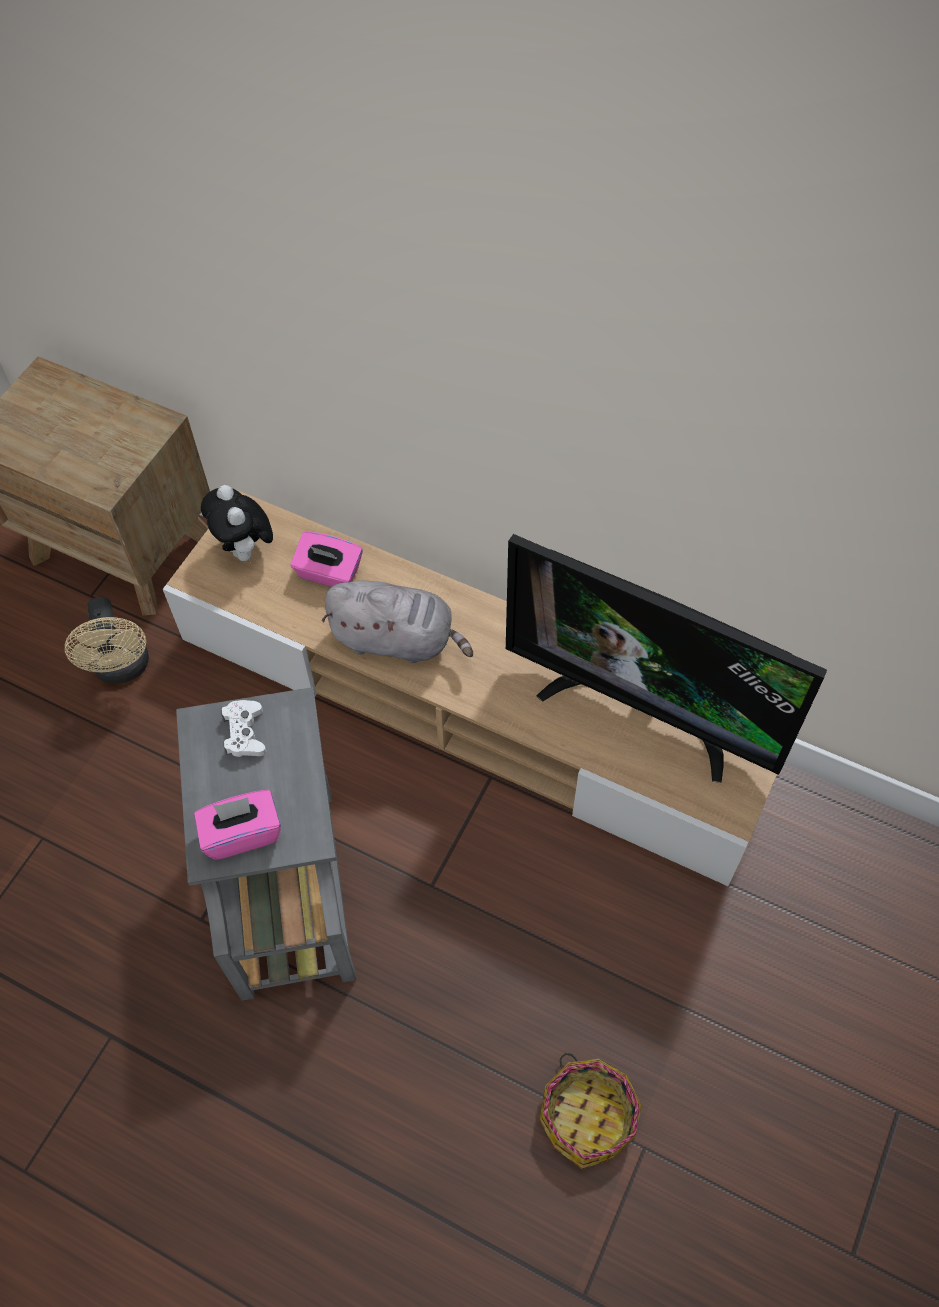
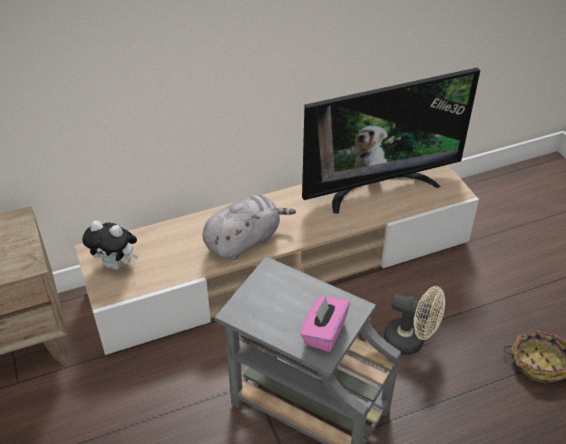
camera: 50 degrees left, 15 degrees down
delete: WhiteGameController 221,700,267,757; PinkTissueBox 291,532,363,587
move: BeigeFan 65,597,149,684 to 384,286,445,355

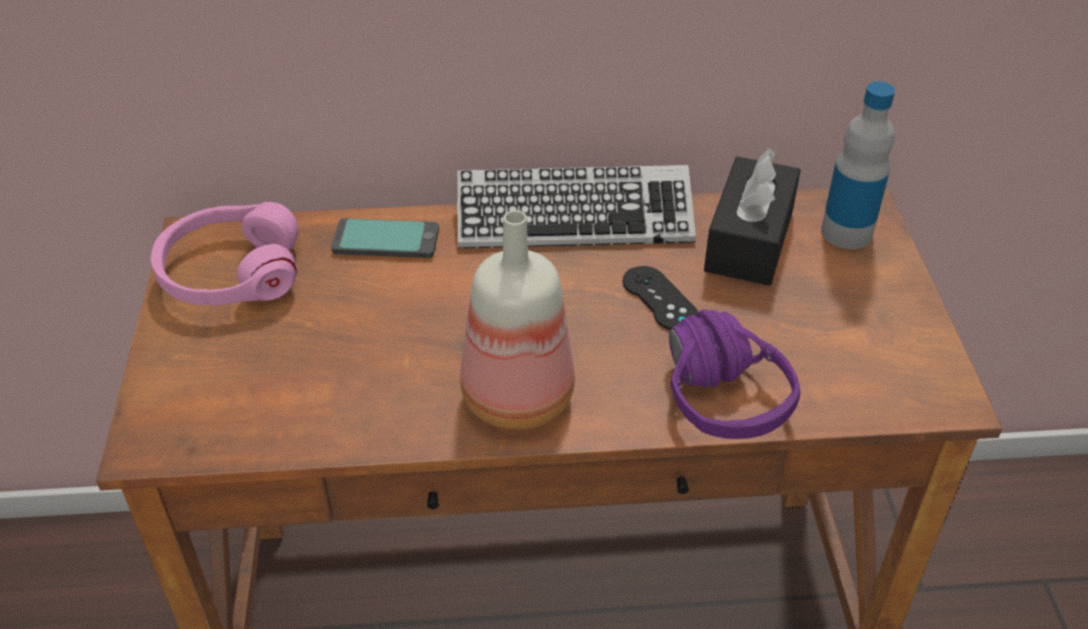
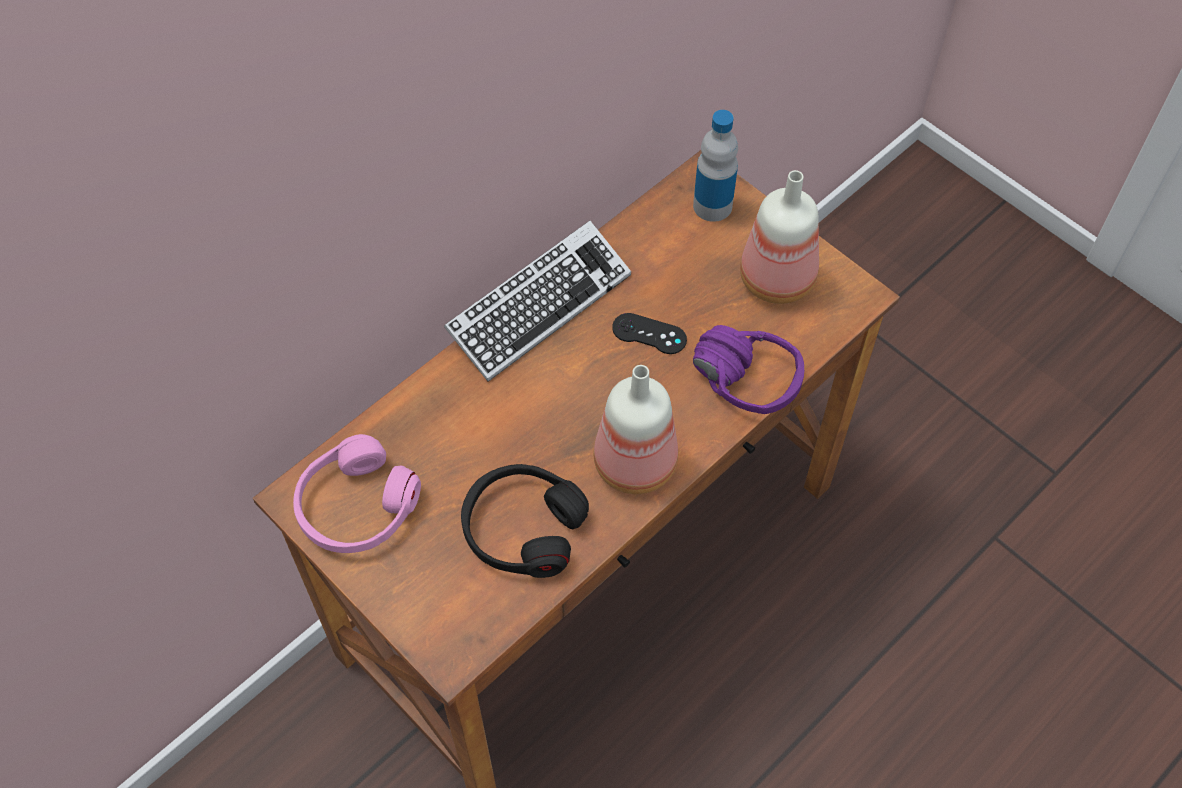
camera: 40 degrees left, 15 degrees up
delete: Phone 331,218,439,258; BlackTissueBox 704,148,801,286
insert: BlackHeadphones 461,464,589,578; Bottle 740,170,819,304

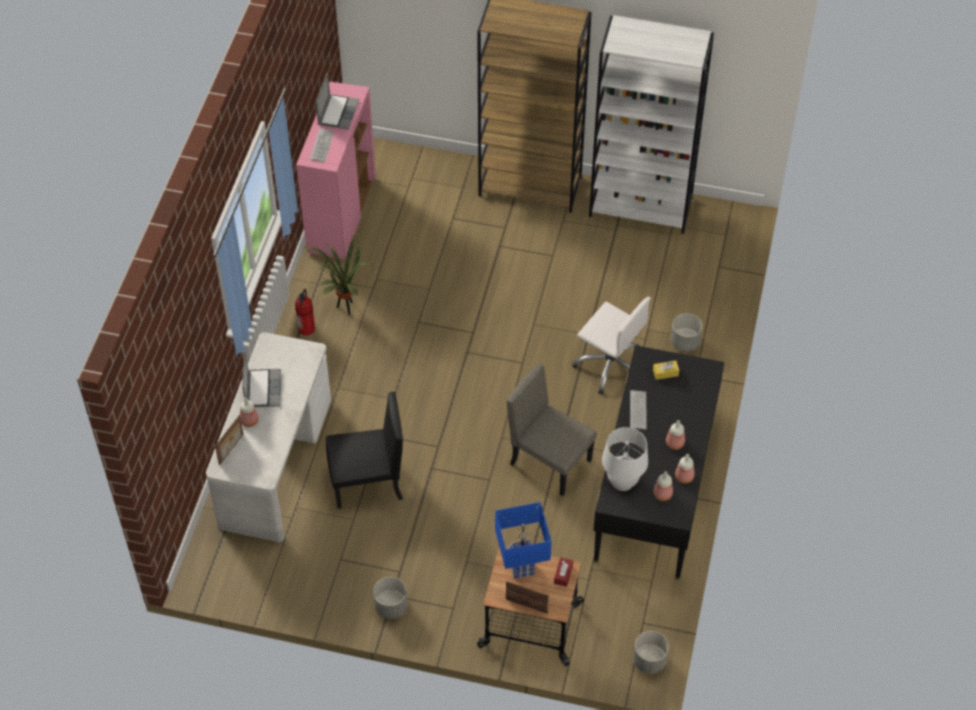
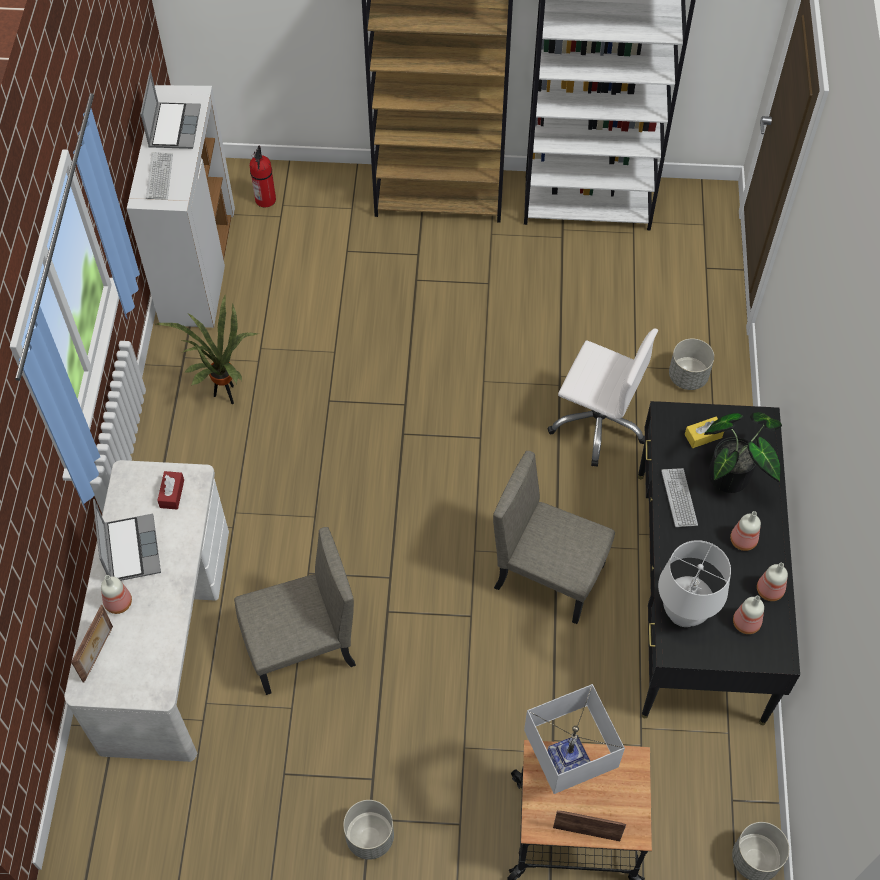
camera: 10 degrees left, 5 degrees up
insert: PottedPlant 704,412,782,493
move: RedTissueBox 554,557,573,587 to 157,471,184,510; FireExtinguisher 295,289,315,335 to 250,145,276,207
recolor: PinkCabinet 296,82,376,259 to WhiteCabinet 127,85,235,328; BlackChair 326,392,403,509 to BeigeChair 234,527,356,695; BlueTableLamp 495,502,552,579 to WhiteTableLamp 524,684,625,794

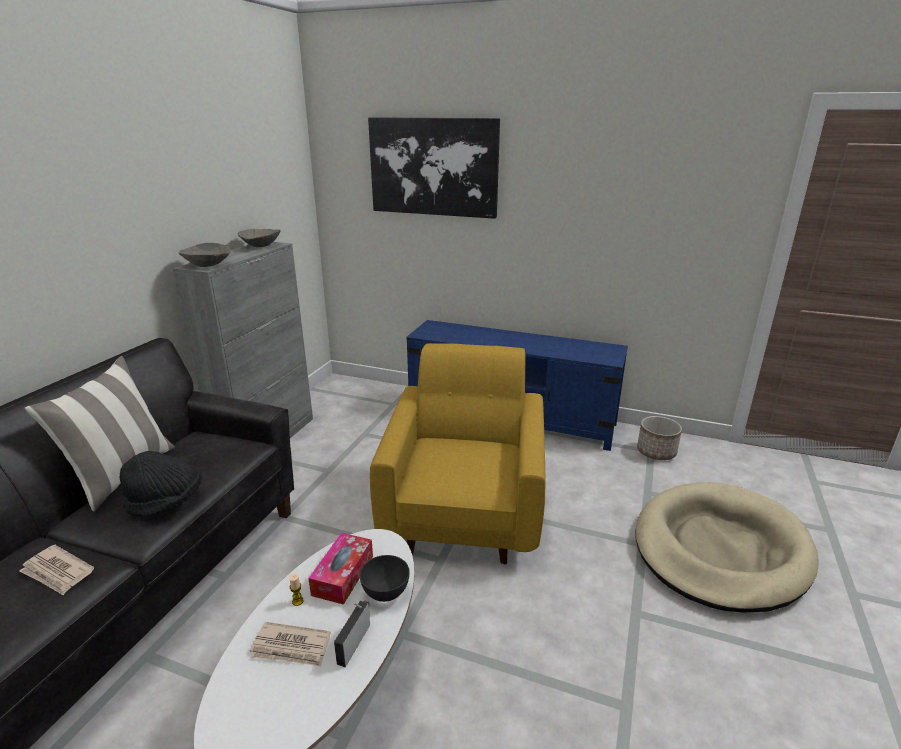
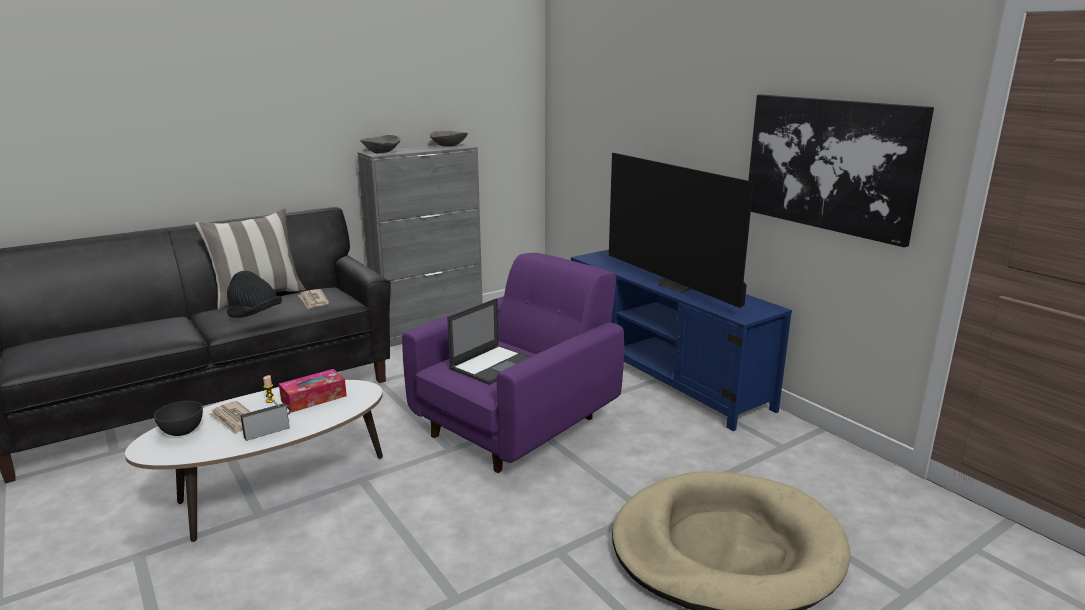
camera: 35 degrees right, 5 degrees down
delete: Planter 637,416,682,460
insert: Laptop 447,298,530,385; Television 609,153,754,308
move: GreyBowl 360,555,410,602 to 154,401,203,436; Newspaper 19,545,94,595 to 298,289,329,309; Picture 368,117,500,219 to 748,94,934,247
recolor: YellowArmchair 370,343,545,564 to PurpleArmchair 402,253,624,473

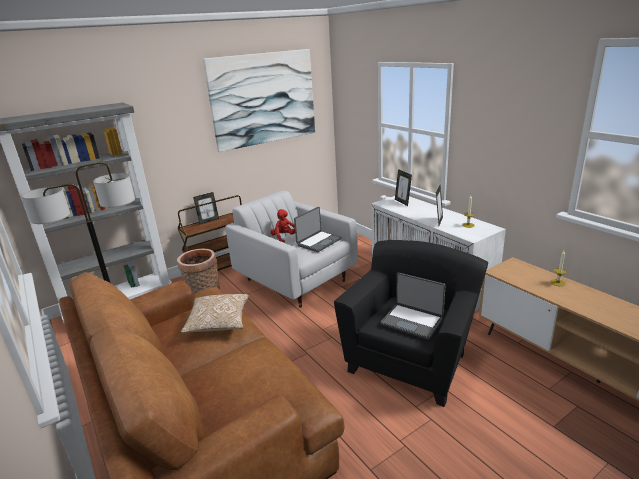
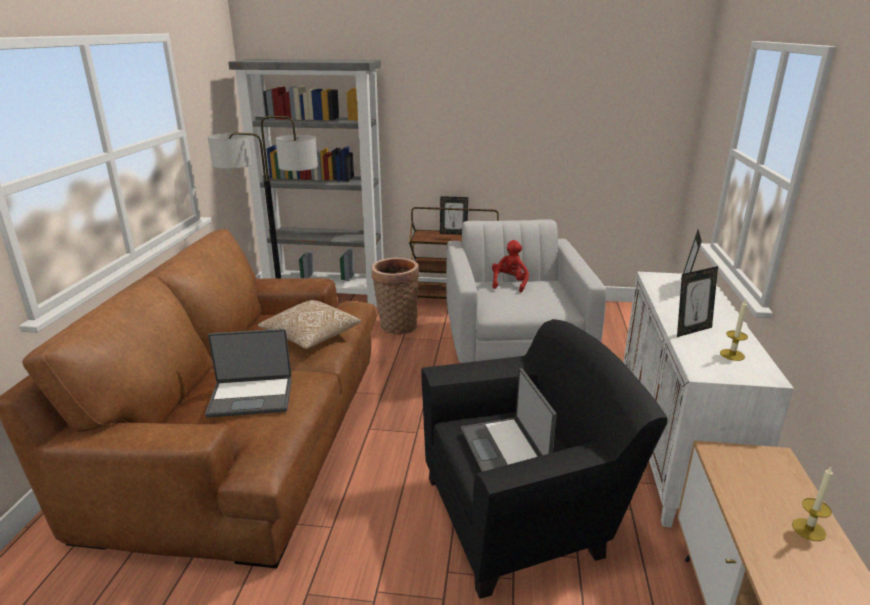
camera: 40 degrees right, 0 degrees up
delete: Picture 203,49,315,152
move: Laptop 294,207,342,252 to 205,329,292,418

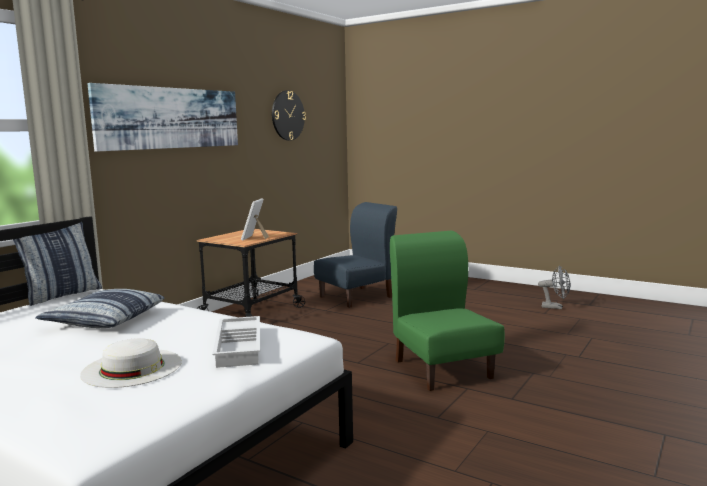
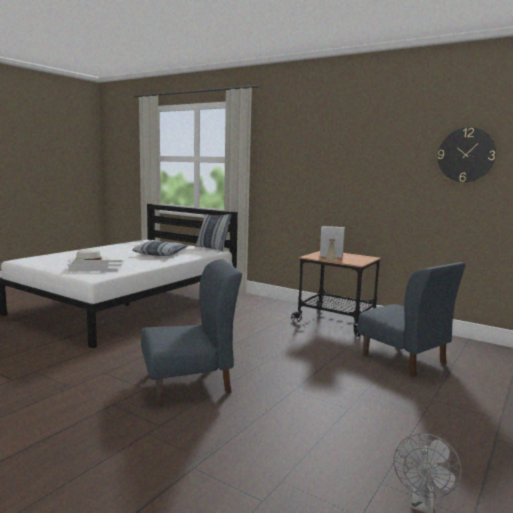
camera: 90 degrees right, 0 degrees up
delete: Picture 87,83,238,152
recolor: GreenChair 390,230,505,391 to BlueChair 141,259,242,403

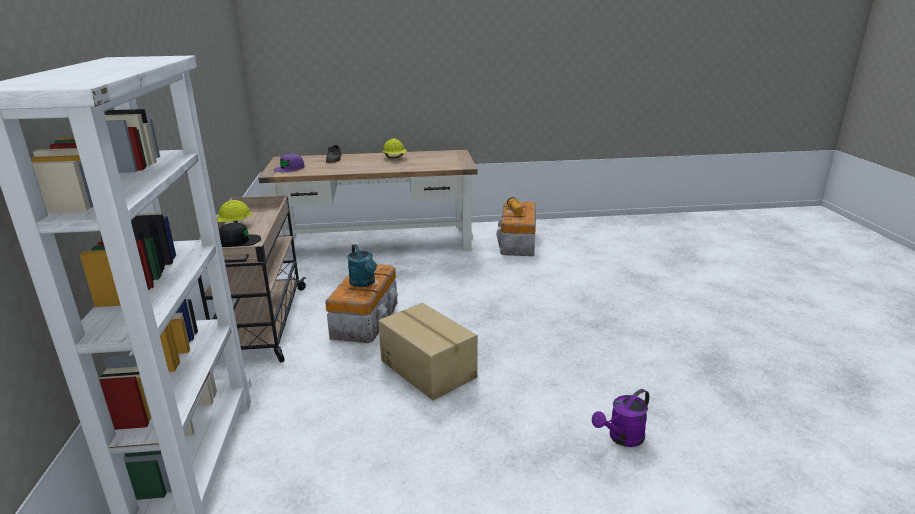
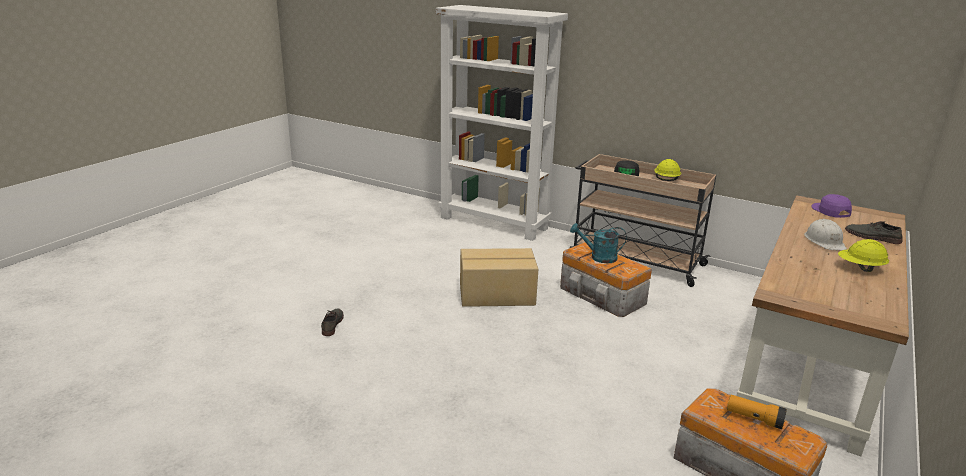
camera: 125 degrees right, 0 degrees up
insert: WhiteHardHat 804,219,847,250
replace: PurpleWateringCan 592,389,649,447 to GreyShoe 321,308,344,336

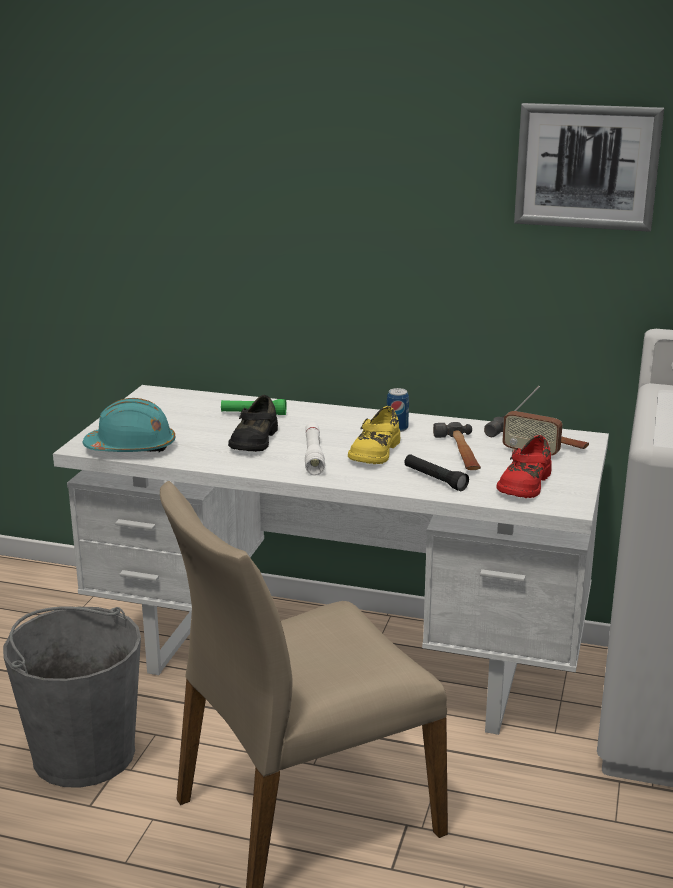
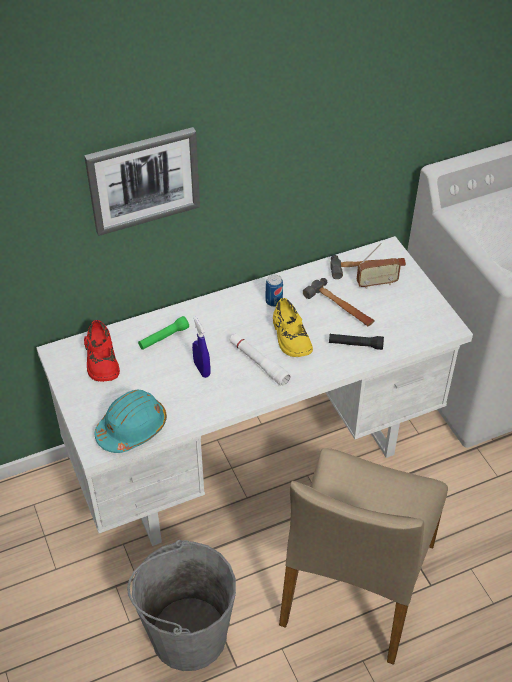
camera: 40 degrees left, 25 degrees up
move: Picture 514,103,664,232 to 84,127,200,236; RedShoe 496,435,552,498 to 84,320,120,382
replace: BlackShoe 228,395,278,452 to BlueSprayBottle 192,317,211,378

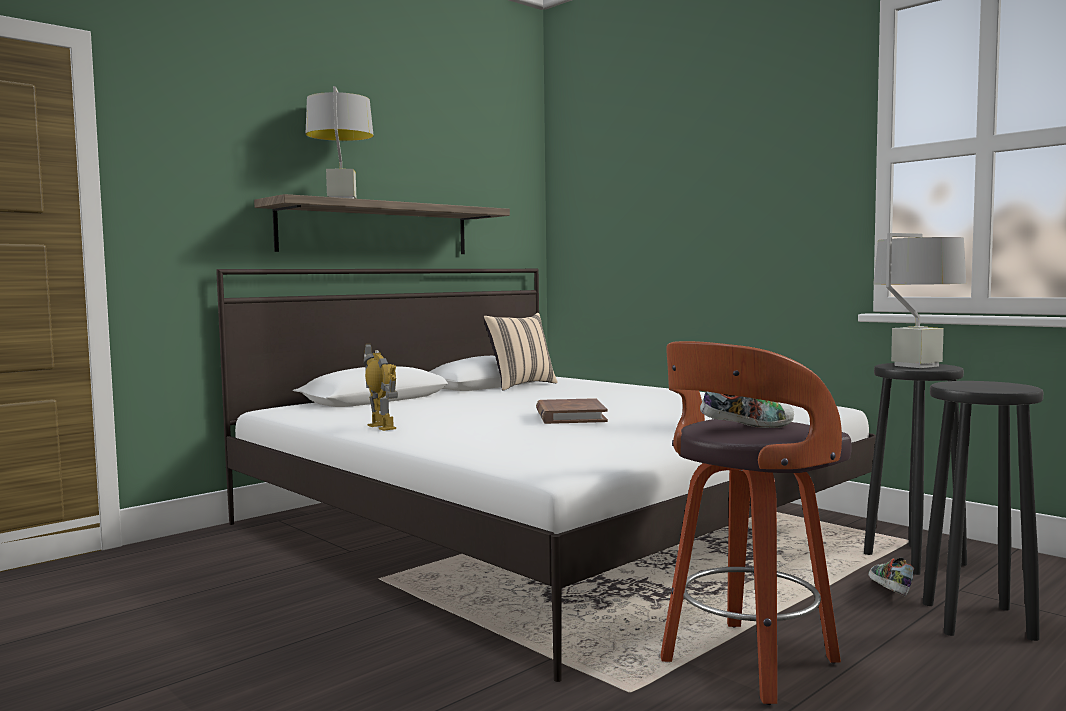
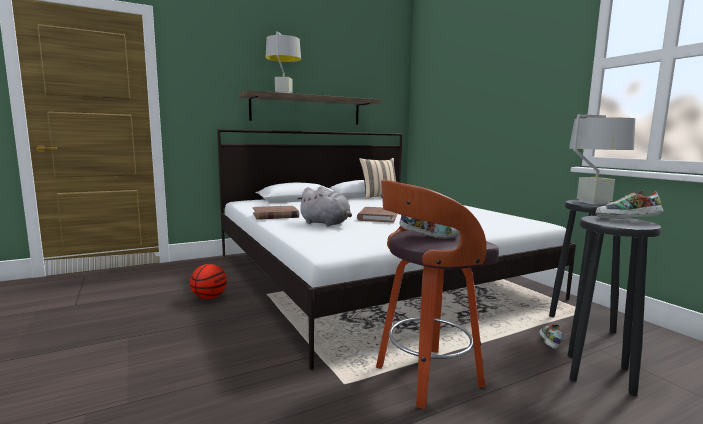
camera: 15 degrees right, 5 degrees up
insert: Basketball 190,264,227,299; GreyPlushToy 297,186,352,227; Shoe 596,190,664,219
replace: ToyRobot 364,344,398,431 to BrownBook 253,205,299,220

